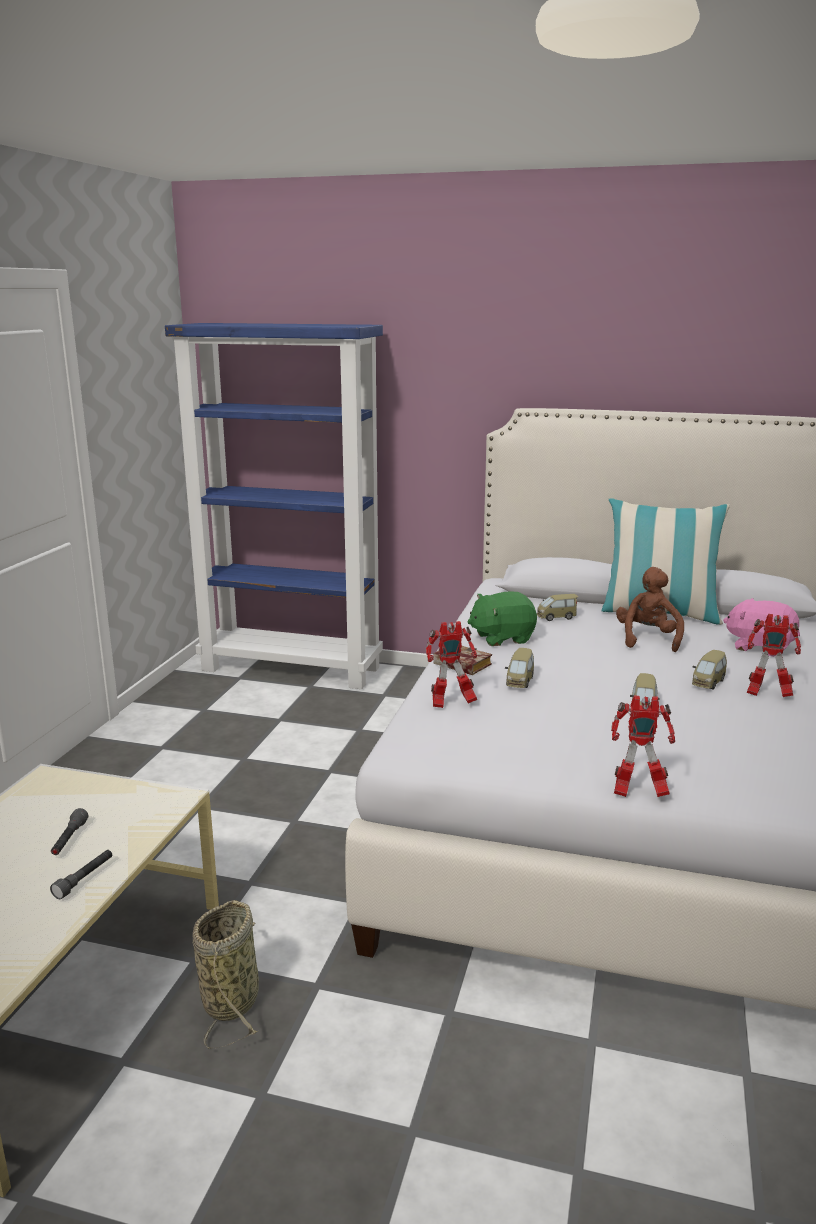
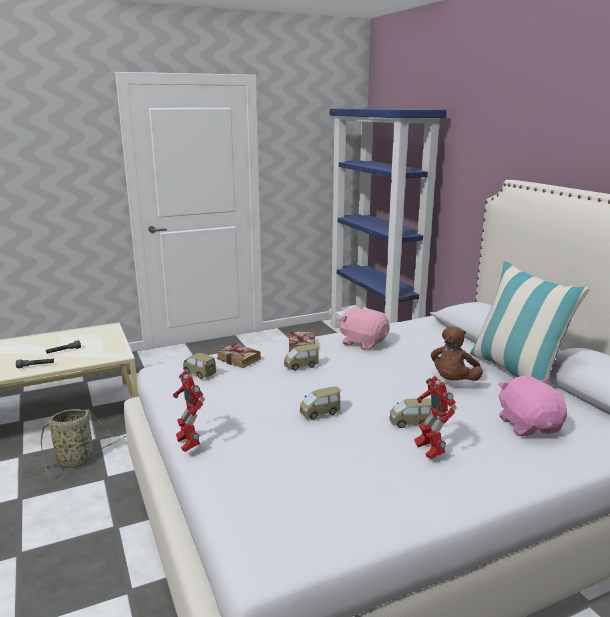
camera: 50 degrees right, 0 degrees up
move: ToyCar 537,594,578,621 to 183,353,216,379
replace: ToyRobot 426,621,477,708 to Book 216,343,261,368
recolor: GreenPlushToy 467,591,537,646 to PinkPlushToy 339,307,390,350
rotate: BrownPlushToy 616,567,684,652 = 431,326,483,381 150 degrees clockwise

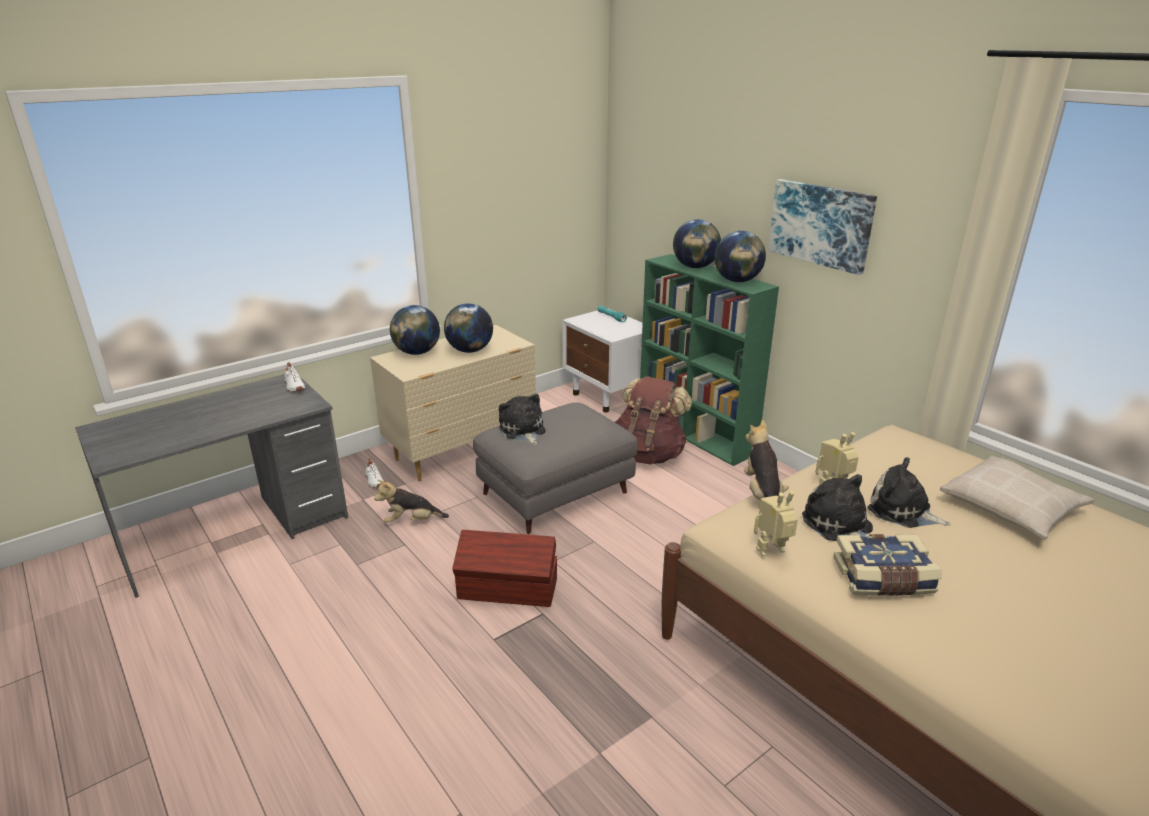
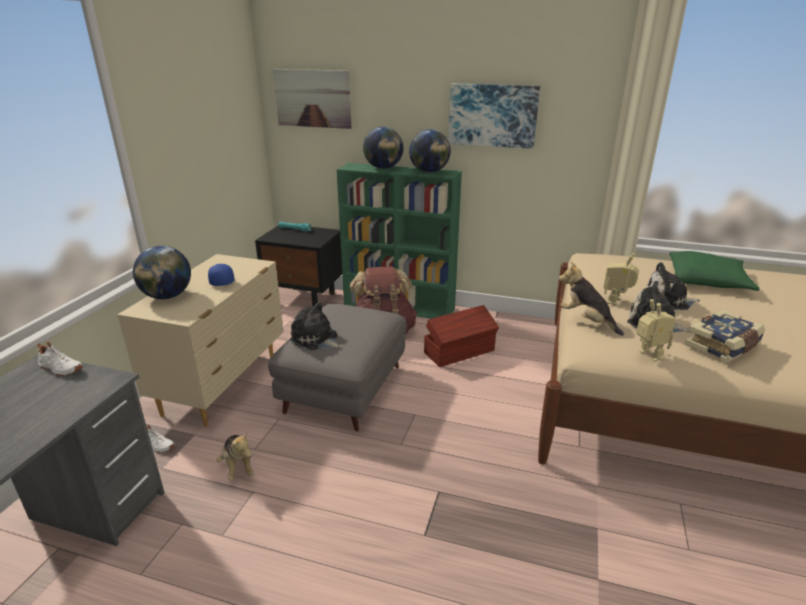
camera: 35 degrees left, 0 degrees up
insert: Picture 273,69,352,129
move: BrownStorageBox 452,530,557,607 to 424,305,499,367
replace: Globe 444,303,493,353 to BlueCap 208,264,234,286
recolor: WhiteNightstand 562,308,643,412 to BlackNightstand 255,225,342,307; BeigePillow 940,456,1094,540 to GreenPillow 669,251,760,291
rotate: PlushToy 374,480,449,523 = 216,432,254,481 75 degrees counterclockwise; ToyRobot 754,491,798,556 = 636,299,676,362 120 degrees clockwise

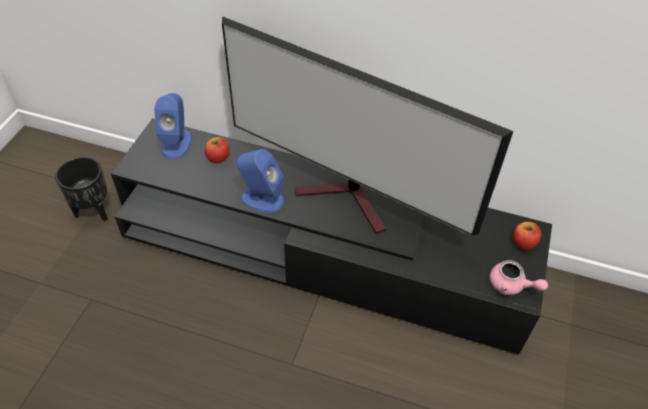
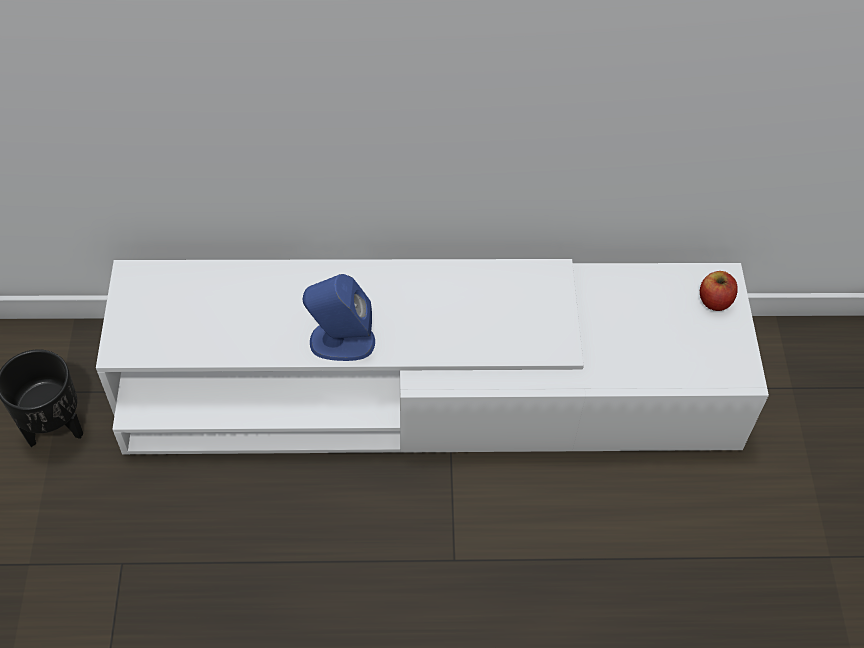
camera: 20 degrees left, 5 degrees up
delete: BlueSpeaker 154,93,192,158; Apple 205,137,230,163; Television 222,16,513,236; PinkTeapot 490,260,548,295
recolor: BlackTvStand 111,118,552,355 to WhiteTvStand 96,259,769,454

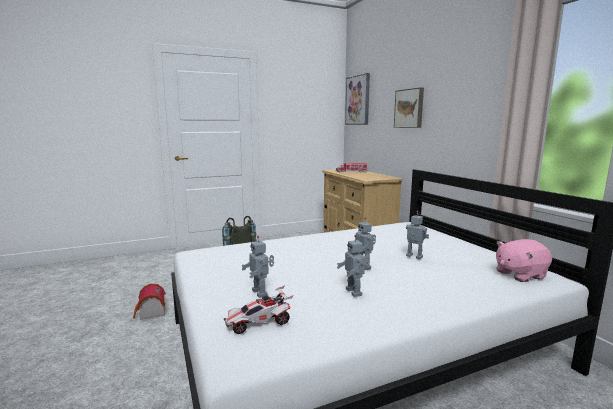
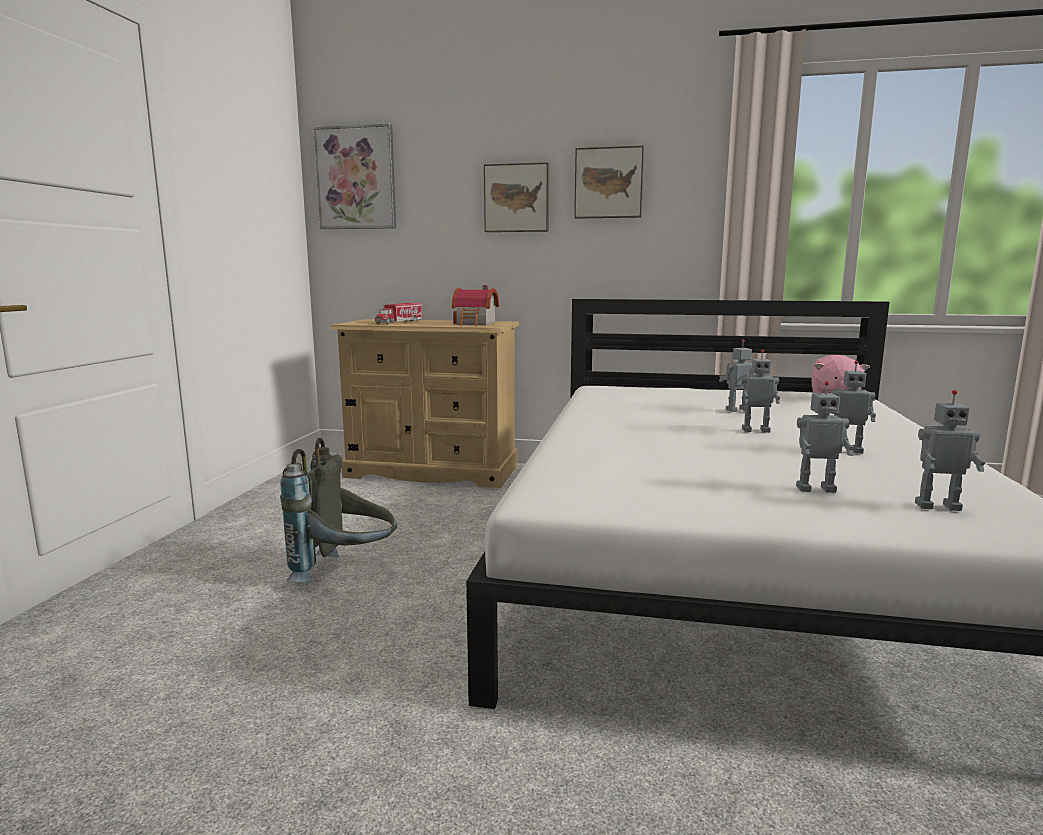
camera: 55 degrees left, 0 degrees up
insert: Picture 574,146,644,219
move: ToyHouse 133,284,165,320 to 452,285,499,326
replace: ToyCar 224,285,294,334 to ToyRobot 915,390,986,511

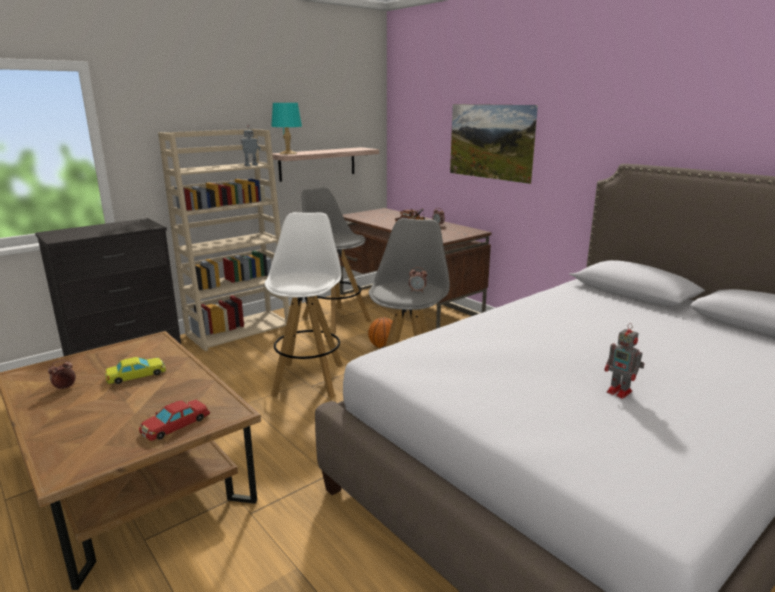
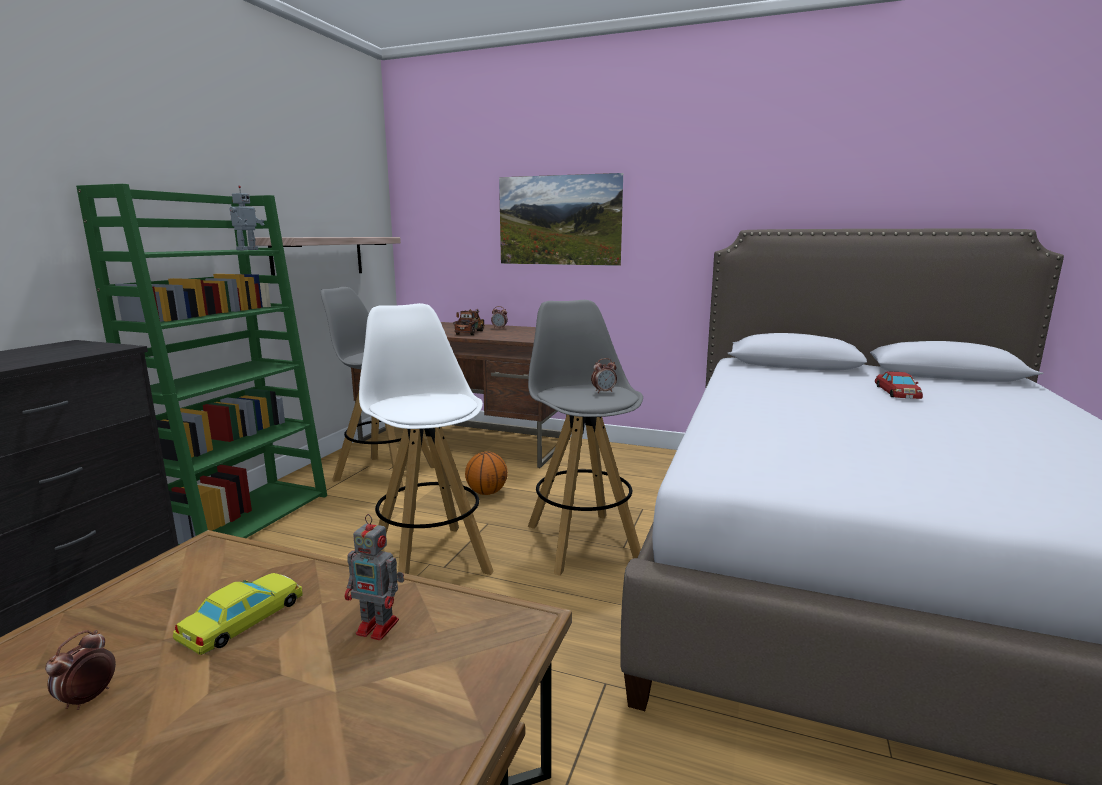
camera: 30 degrees left, 5 degrees down
delete: TurquoiseTableLamp 271,103,302,155
move: ToyRobot 605,323,645,399 to 345,514,404,640; RedToyCar 139,400,210,441 to 875,372,923,399
recolor: BeigeBookcase 158,129,289,351 to GreenBookcase 76,184,327,545

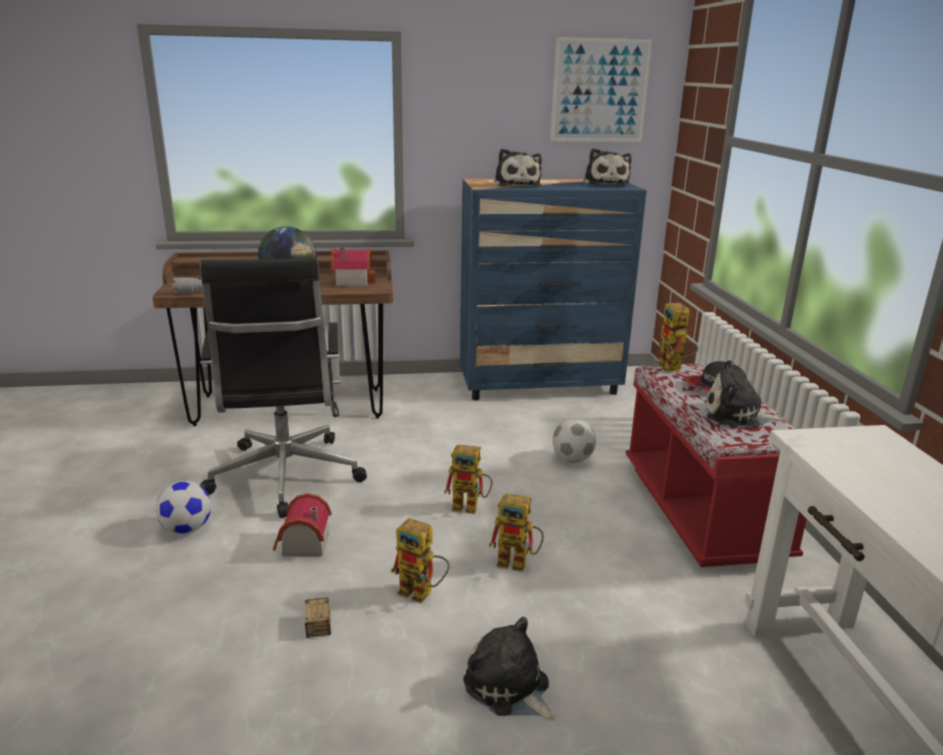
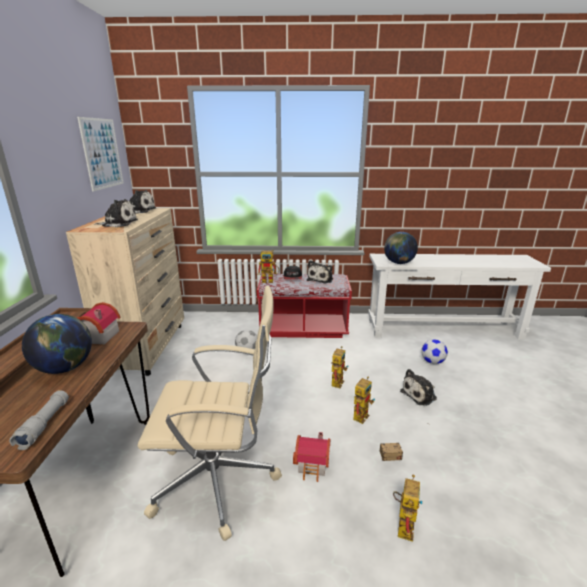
camera: 80 degrees left, 0 degrees up
insert: Globe 384,232,418,264
move: ToyRobot 444,444,492,514 to 393,474,422,542; Football 155,481,211,534 to 421,339,448,364
recolor: BlueDresser 460,179,647,400 to BeigeDresser 66,208,184,376; BlackOfficeChair 200,257,367,518 to BeigeOfficeChair 138,286,282,541

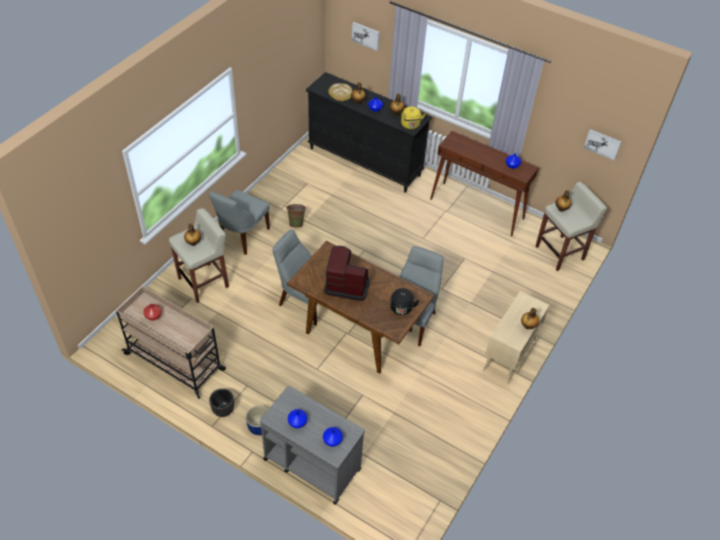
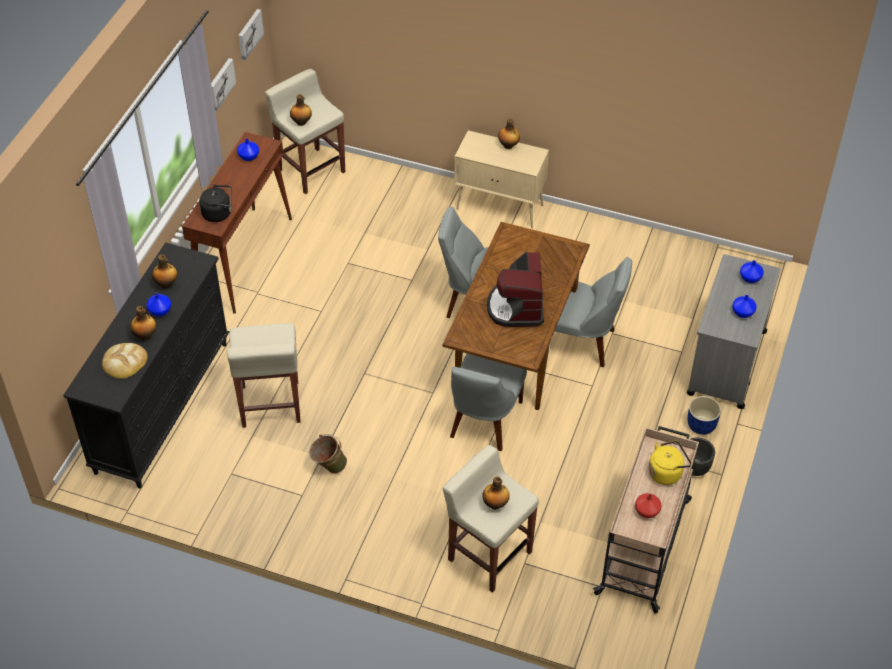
camera: 100 degrees left, 0 degrees up
insert: BeigeStool 227,323,301,428
move: BlackKettle 390,288,419,315 to 199,185,232,222; Picture 352,22,380,51 to 211,58,236,111; GreyChair 209,190,270,255 to 555,257,632,367; YellowKettle 401,107,425,129 to 648,440,692,485

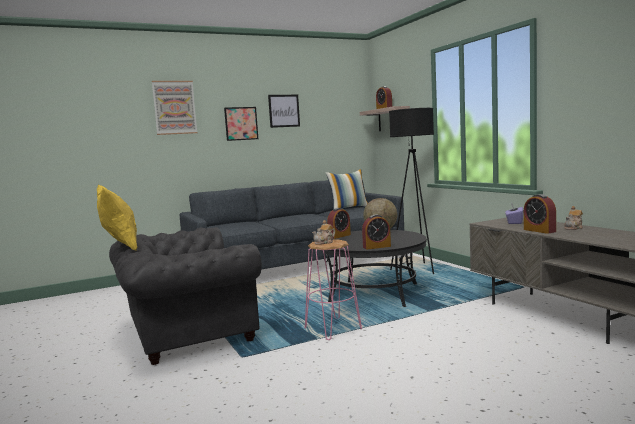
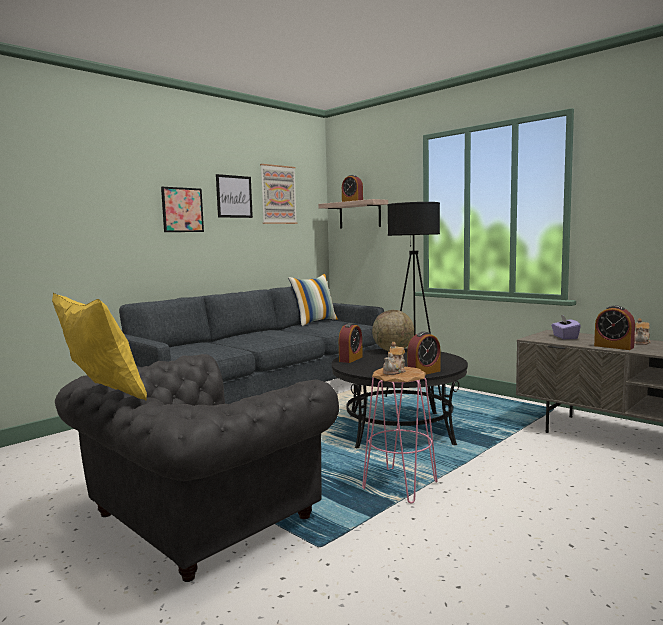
camera: 20 degrees left, 0 degrees up
move: Picture 152,81,197,135 to 260,164,297,224

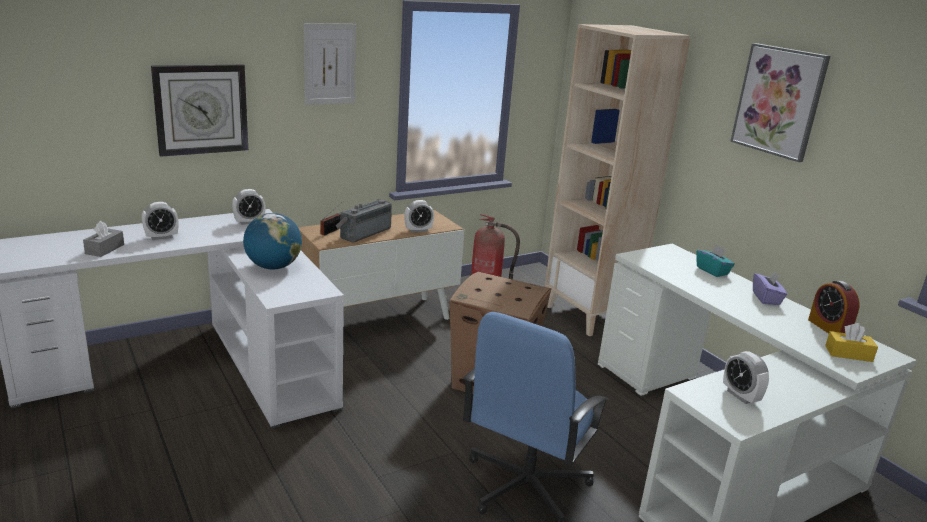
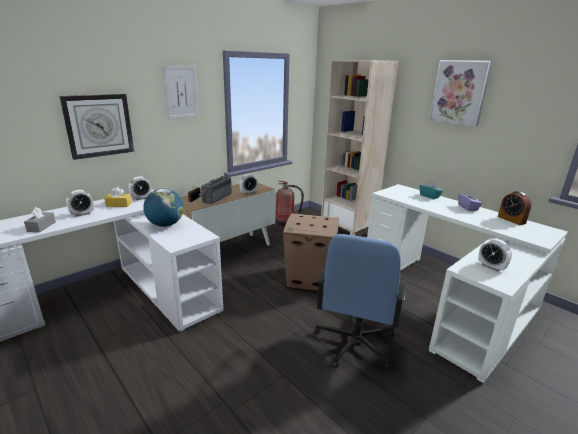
camera: 10 degrees left, 0 degrees up
move: YellowTissueBox 825,323,878,362 to 104,187,132,207

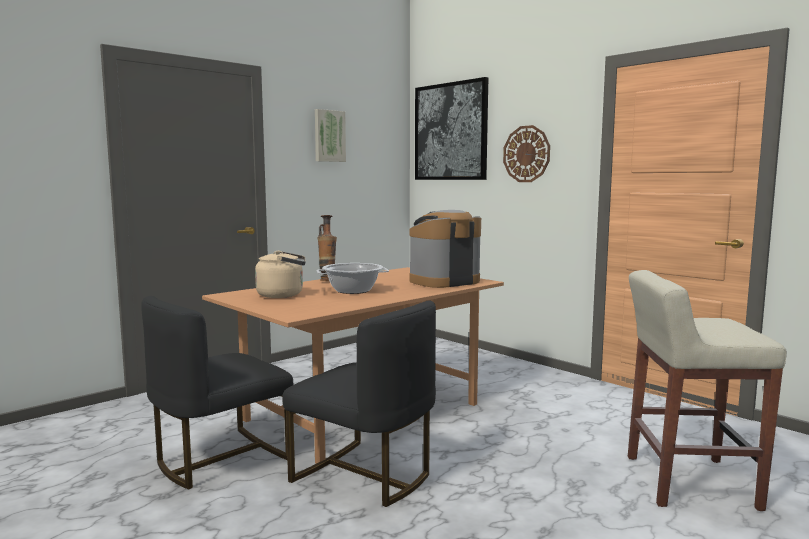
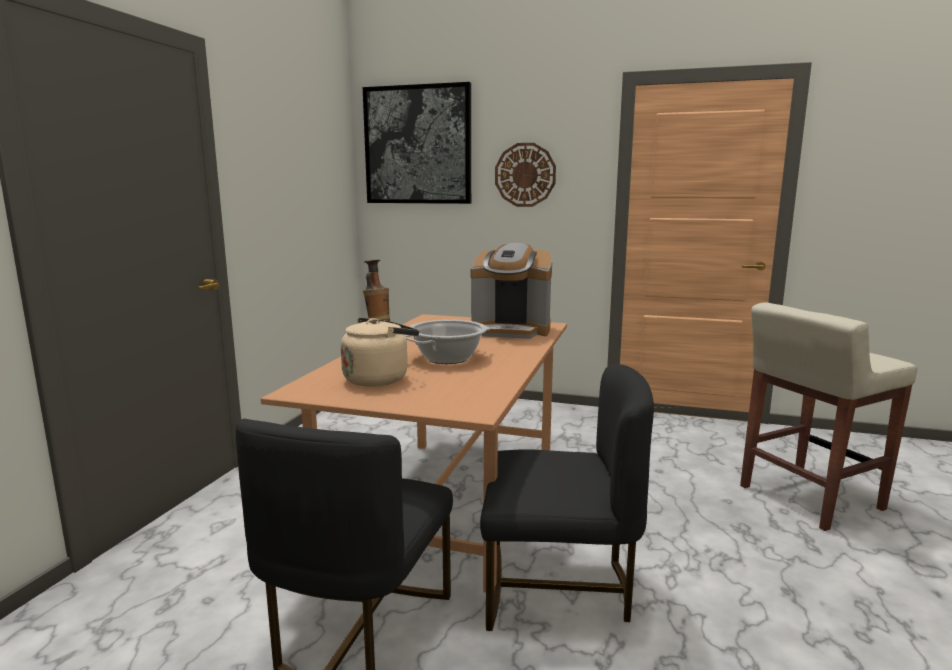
camera: 30 degrees left, 5 degrees up
delete: Picture 315,109,346,162
rotate: CoffeeMachine 410,210,481,288 = 471,243,552,339 105 degrees counterclockwise

